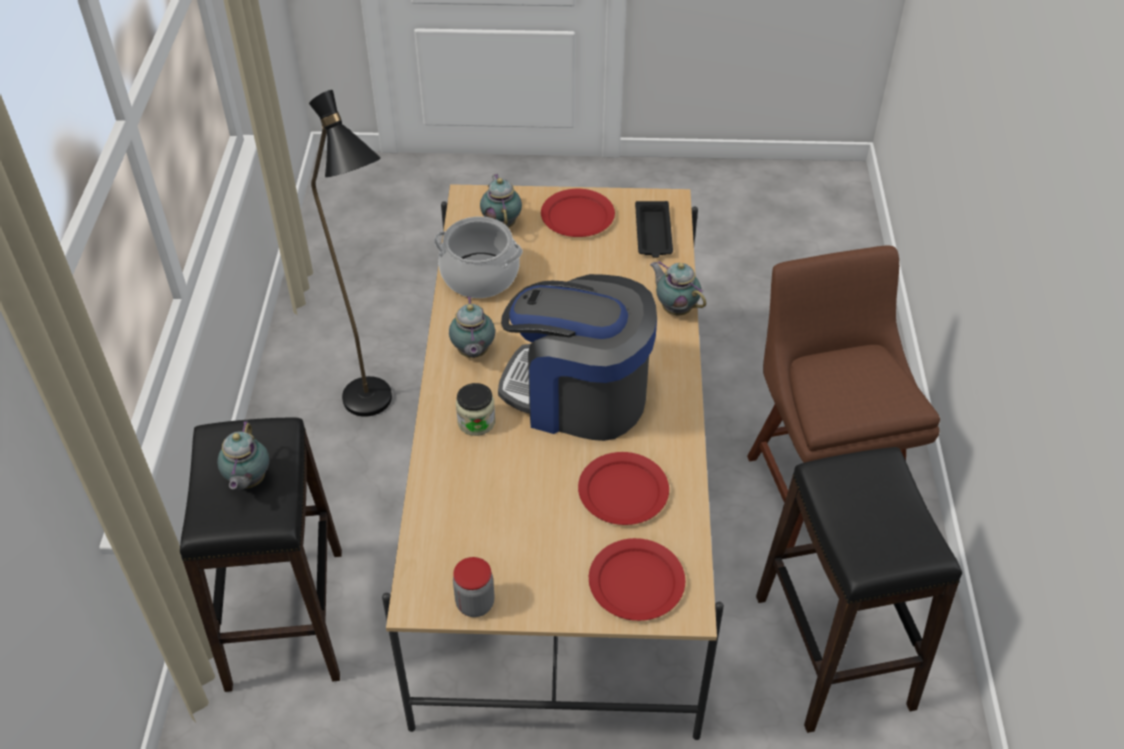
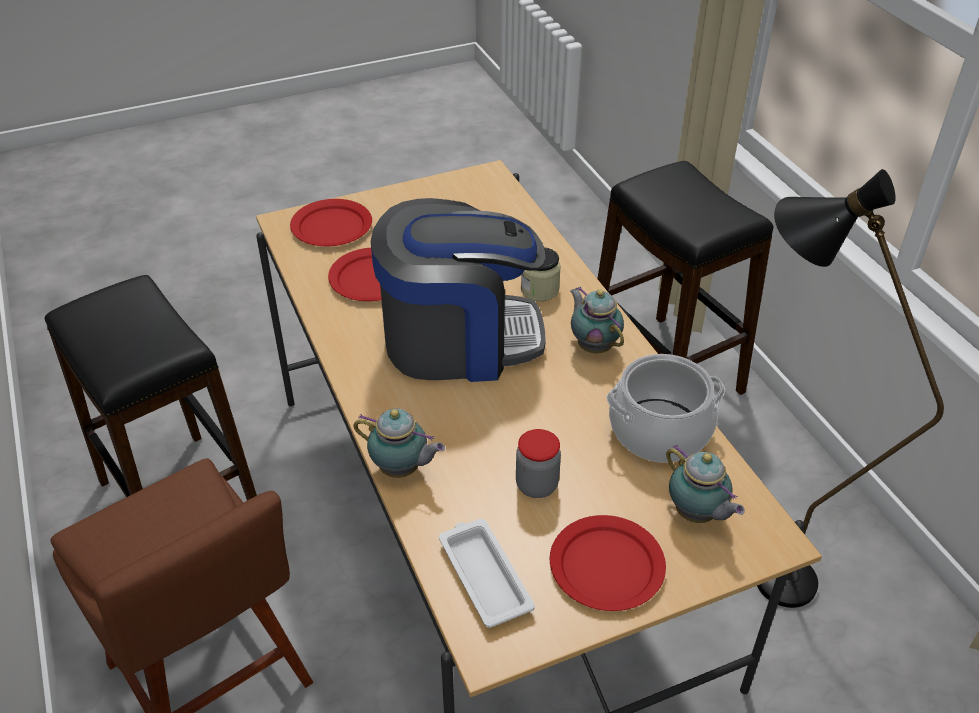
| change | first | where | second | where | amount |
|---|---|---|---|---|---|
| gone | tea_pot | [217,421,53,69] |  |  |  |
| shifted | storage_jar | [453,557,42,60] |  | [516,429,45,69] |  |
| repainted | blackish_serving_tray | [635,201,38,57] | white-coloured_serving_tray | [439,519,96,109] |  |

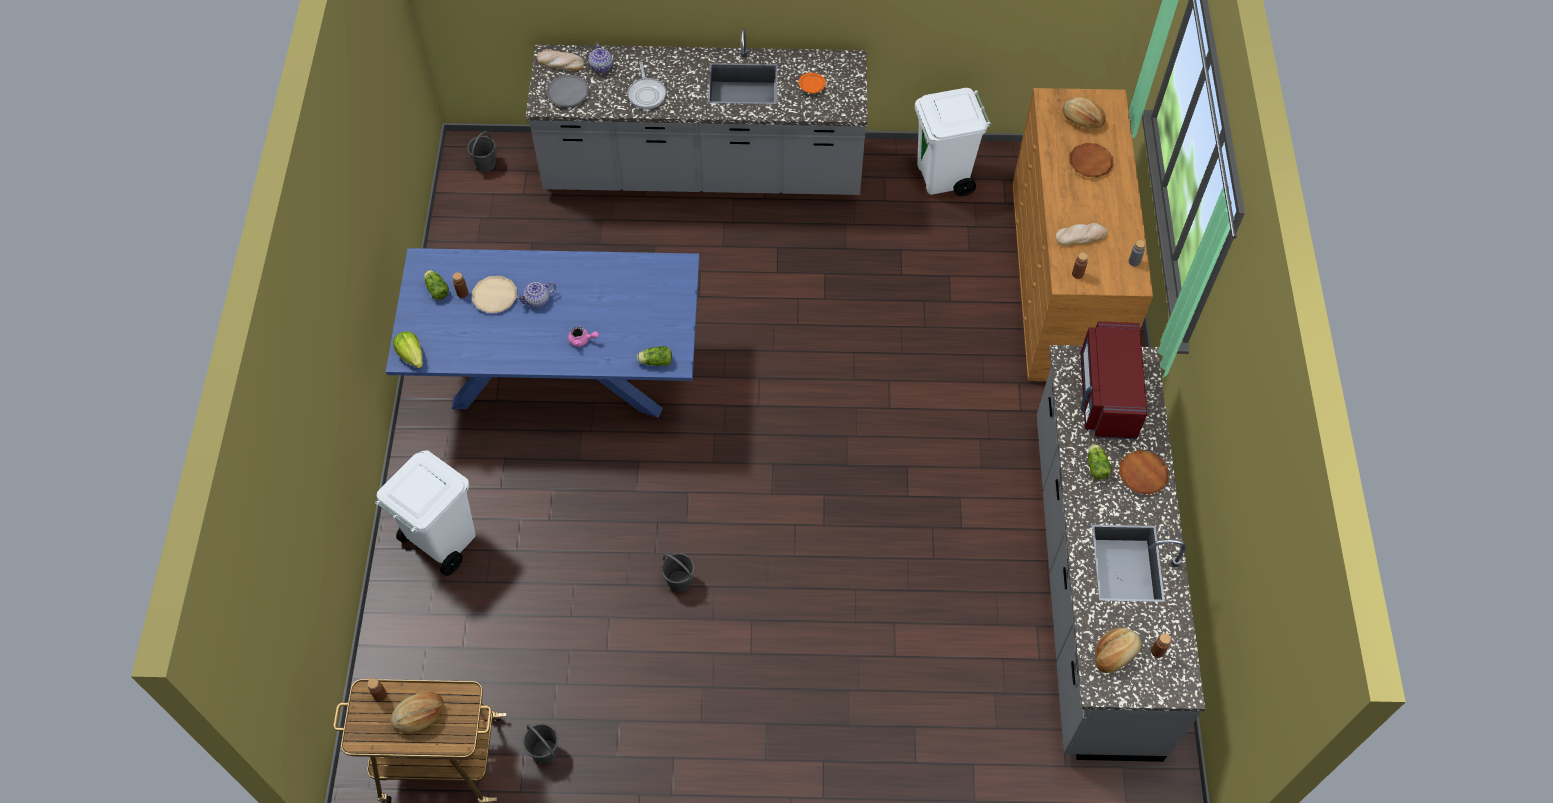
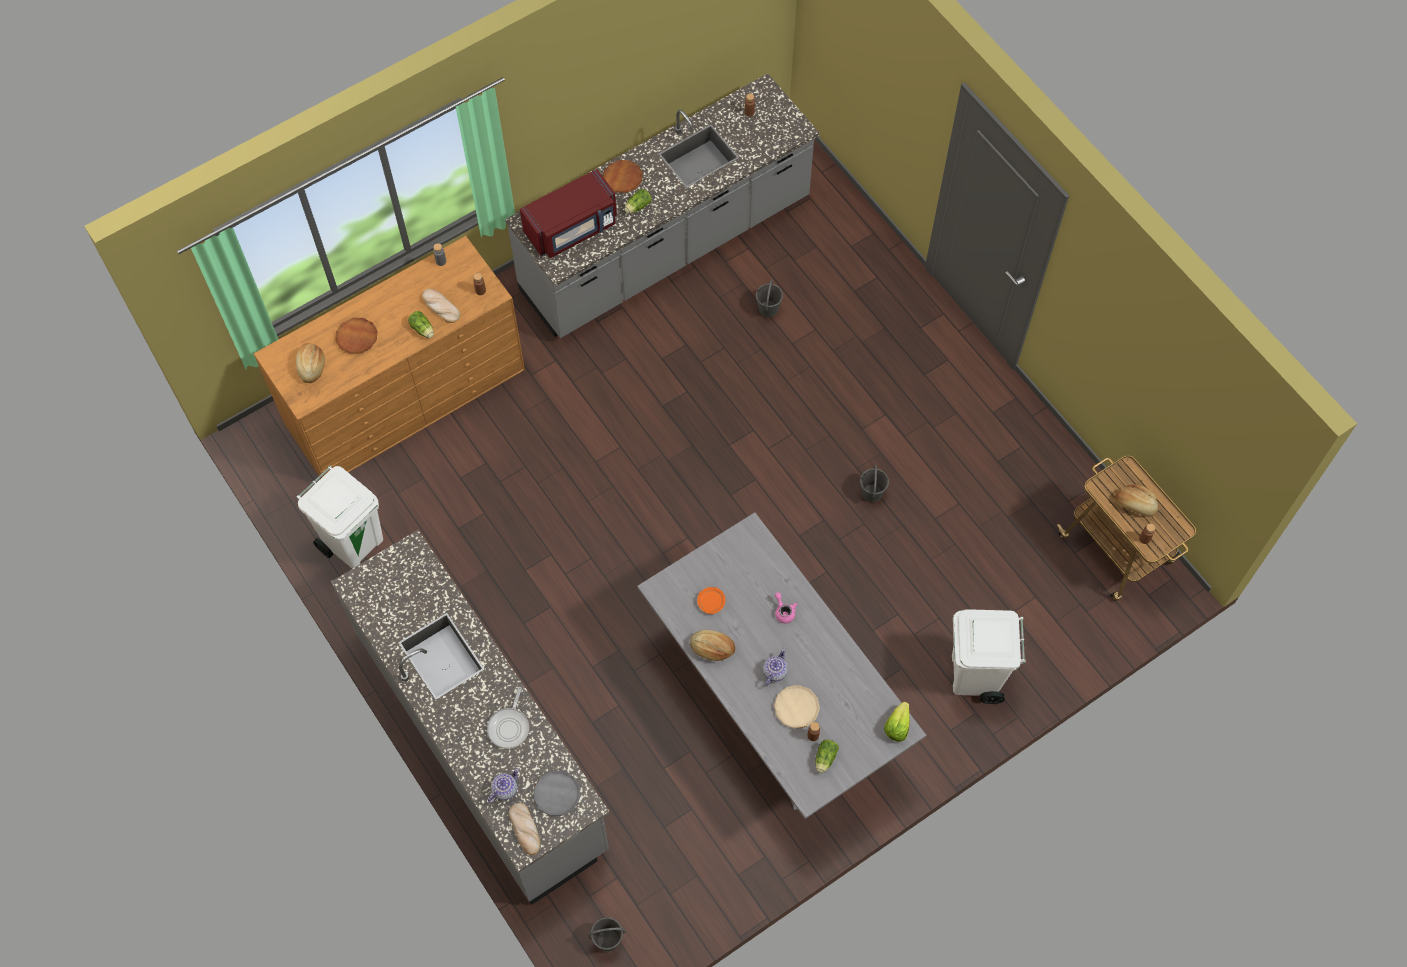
| change | first | where | second | where | amount |
|---|---|---|---|---|---|
| repainted | blue_dining_table | [386,248,313,170] | greyish_dining_table | [637,512,289,307] |  |
| rotated | tea_pot | [515,282,41,26] |  | [763,648,25,39] | 90 degrees counterclockwise |
| shifted | greyish_bucket | [523,724,35,39] |  | [756,279,27,38] |  |
| rotated | frying_pan | [627,62,39,47] |  | [487,687,42,62] | 150 degrees clockwise |
| shifted | lettuce_head | [637,346,35,20] |  | [408,311,26,27] |  |
| shifted | orangey_dinner_plate | [799,73,27,20] |  | [697,587,29,27] |  |
| shifted | bakery_bread | [1095,628,46,45] |  | [690,629,45,32] |  |

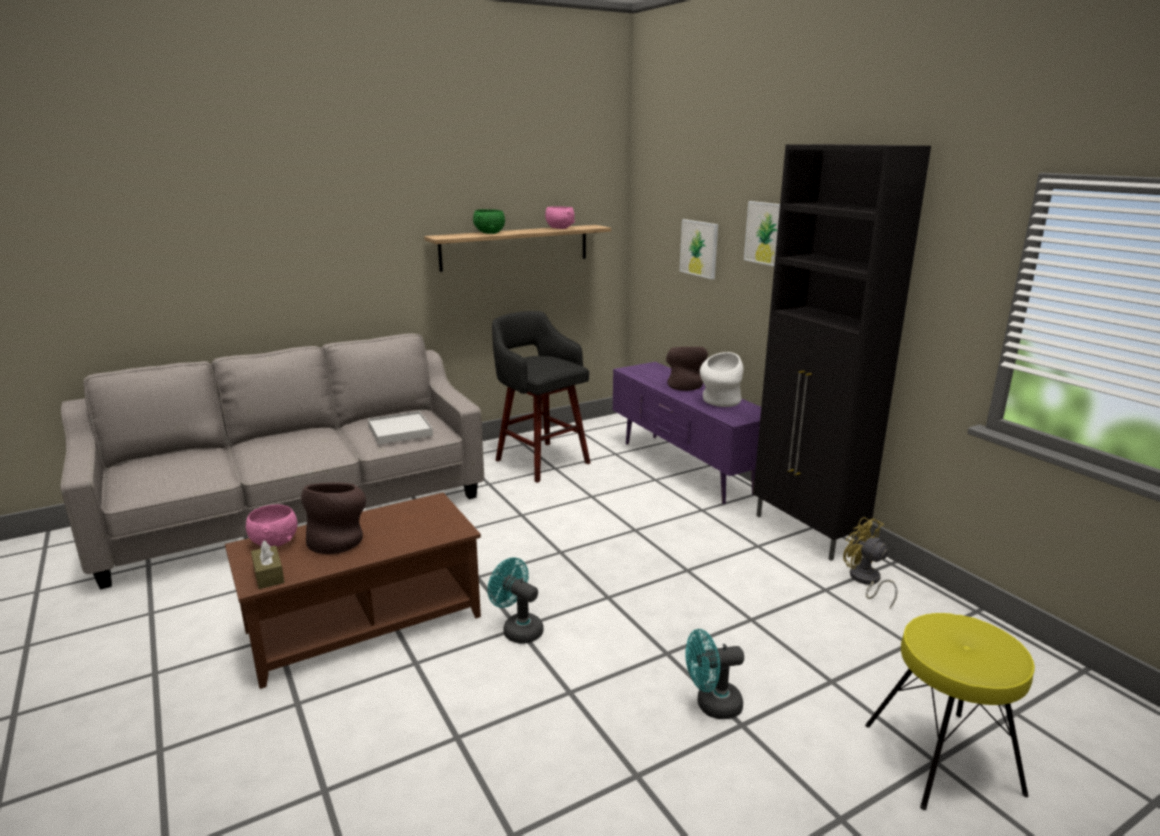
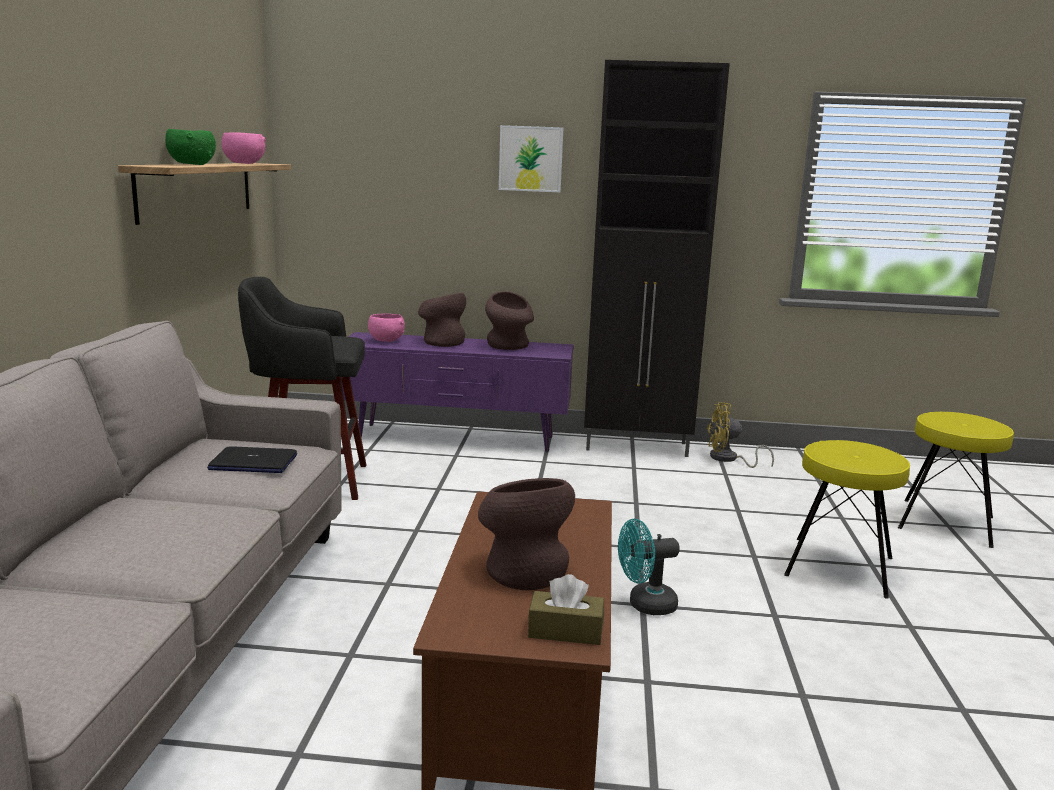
| change | first | where | second | where | amount |
|---|---|---|---|---|---|
| shifted | pink-coloured_deep_dish | [246,505,52,42] |  | [368,313,37,29] |  |
| swapped | white-coloured_serving_tray | [368,411,65,34] | portable_computer | [207,446,90,27] |  |
| gone | wall_art | [680,219,38,60] |  |  |  |
| swapped | turquoise-coloured_fan | [685,629,59,90] | yellow-coloured_stool_seat | [784,440,126,159] |  |
| repainted | white-coloured_vase | [700,352,43,55] | brown-coloured_vase | [485,291,49,59] |  |

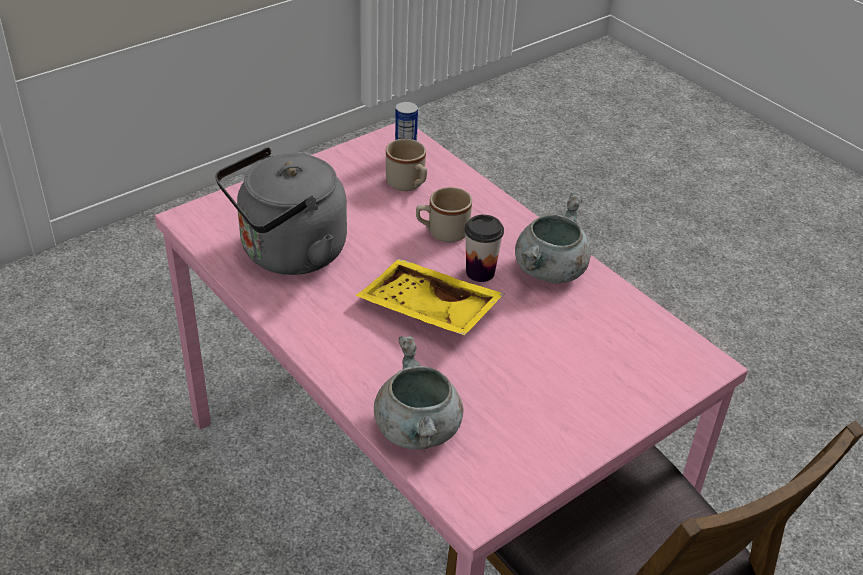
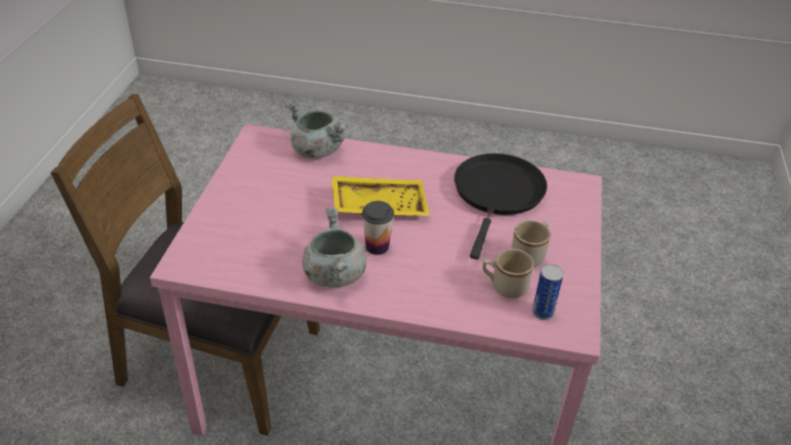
| change | first | where | second | where | amount |
|---|---|---|---|---|---|
| swapped | greyish_water_kettle | [215,147,132,128] | blackish_frying_pan | [454,153,93,107] |  |
| shifted | beige_mug | [416,187,56,55] |  | [511,220,39,47] |  |

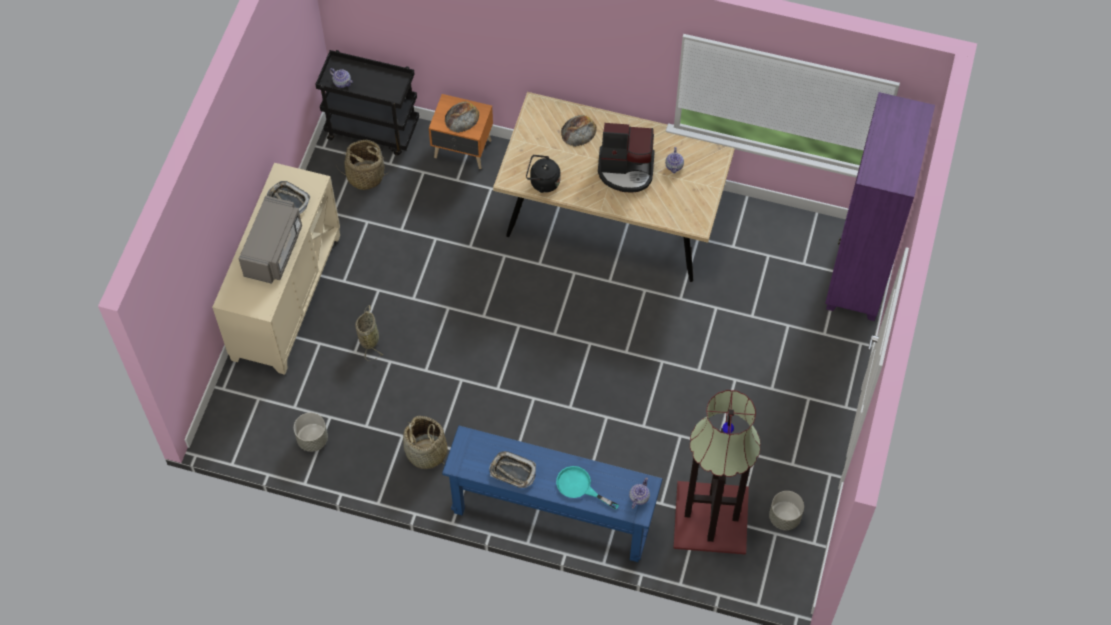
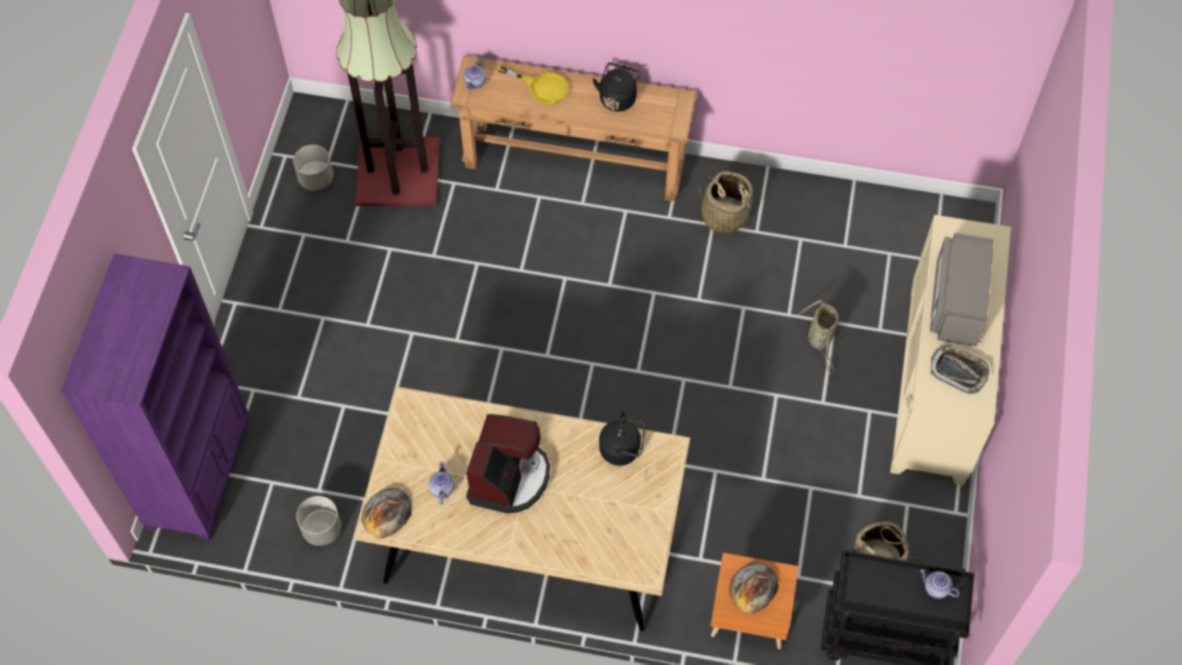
| change | first | where | second | where | amount |
|---|---|---|---|---|---|
| shifted | greyish_plant_pot | [294,413,34,39] |  | [297,496,44,50] |  |
| repainted | blue_narrow_table | [442,426,221,136] | brown-coloured_narrow_table | [450,55,247,146] |  |
| swapped | serving_tray | [489,451,47,37] | blackish_water_kettle | [592,62,49,50] |  |
| repainted | turquoise-coloured_frying_pan | [556,466,63,44] | yellow-coloured_frying_pan | [497,66,71,39] |  |
| shifted | bakery_bread | [561,115,36,32] |  | [361,488,51,51] |  |
| rotated | coffee_brewer | [598,123,57,70] |  | [466,414,84,99] | 105 degrees clockwise |

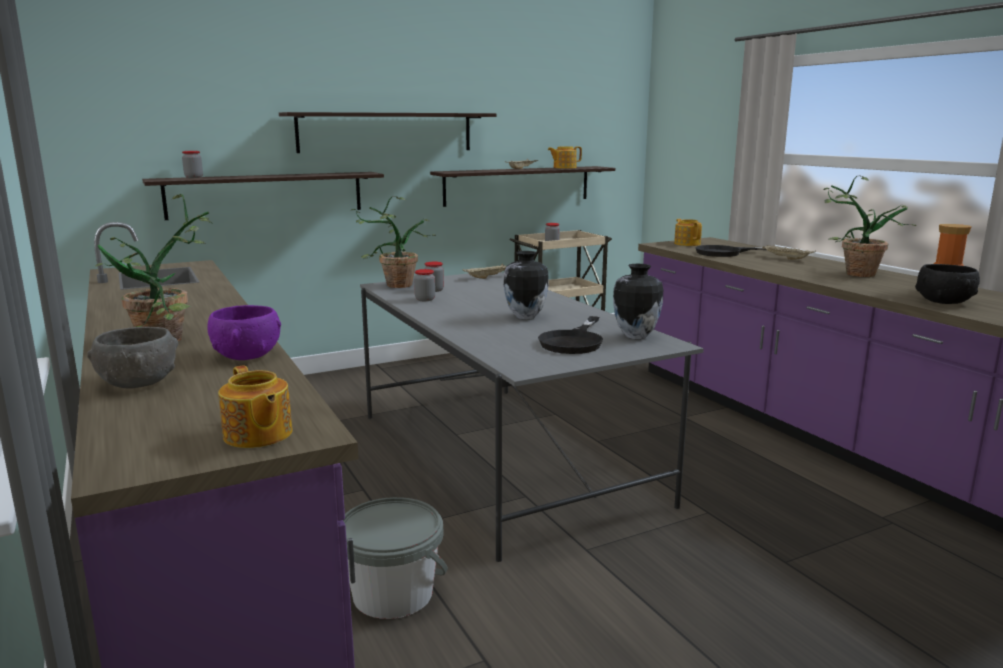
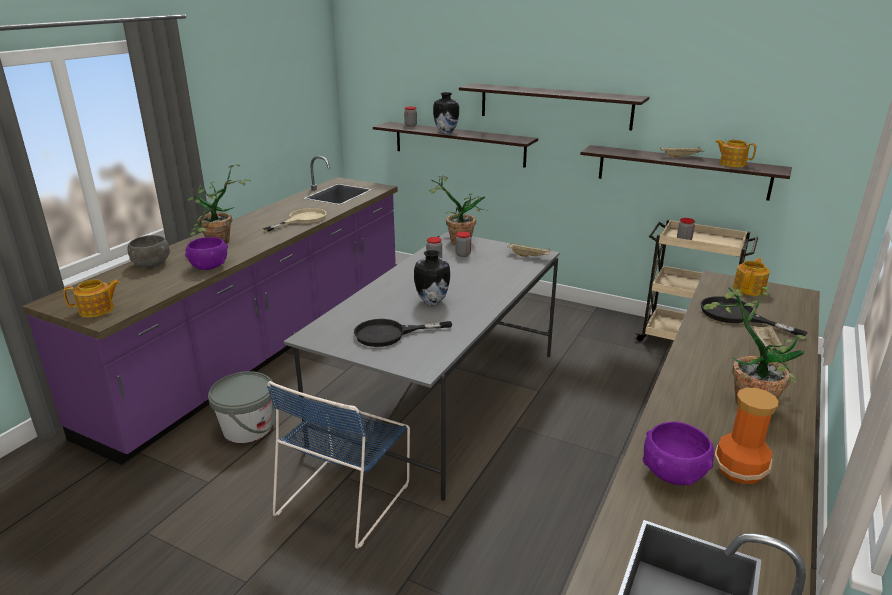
| change | first | where | second | where | amount |
|---|---|---|---|---|---|
| rotated | tea_pot | [218,365,75,83] |  | [63,279,57,38] | 135 degrees counterclockwise |
| shifted | vase | [613,264,50,75] |  | [433,92,26,42] |  |
| repainted | blackish_deep_dish | [915,264,65,40] | purple-coloured_deep_dish | [642,421,72,64] |  |
| new |  |  | beige_frying_pan | [263,208,64,24] |  |
| new |  |  | blue_plain_chair | [267,381,143,168] |  |

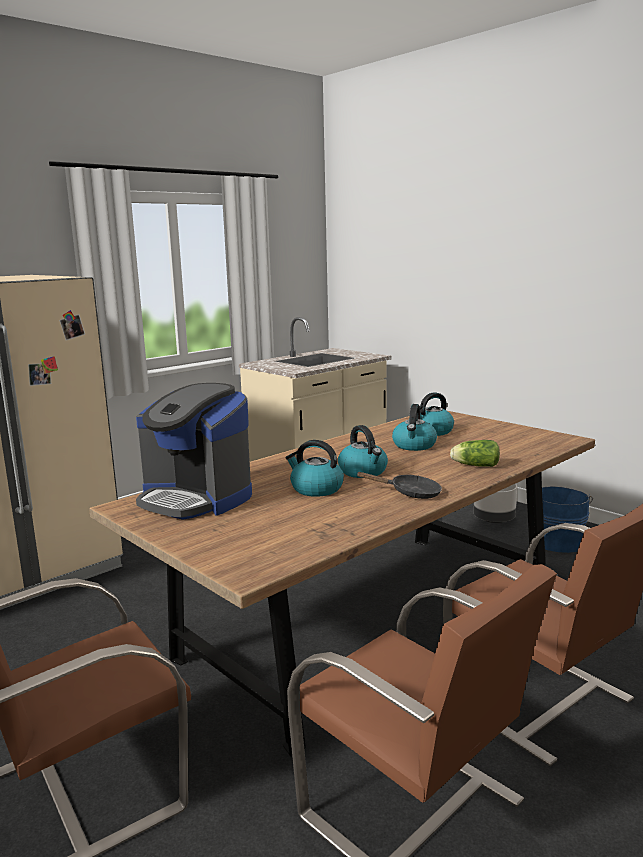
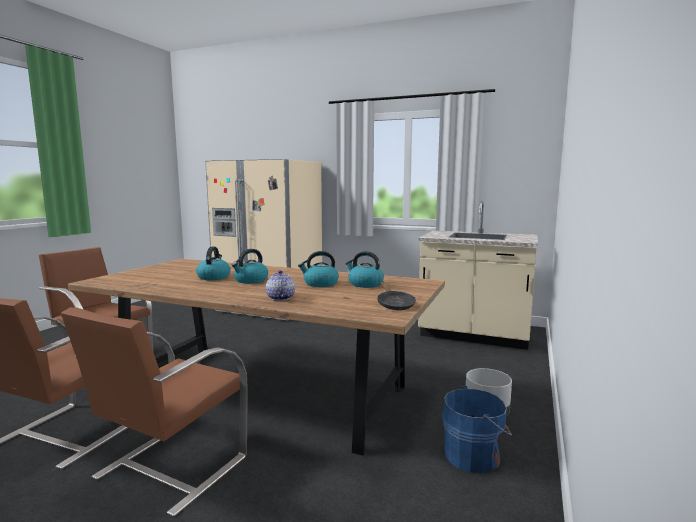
| change | first | where | second | where | amount |
|---|---|---|---|---|---|
| gone | coffee_brewer | [136,383,116,137] |  |  |  |
| shifted | blackish_frying_pan | [356,472,86,27] |  | [377,281,39,29] |  |
| swapped | lettuce_head | [450,440,50,27] | tea_pot | [266,270,29,31] |  |

